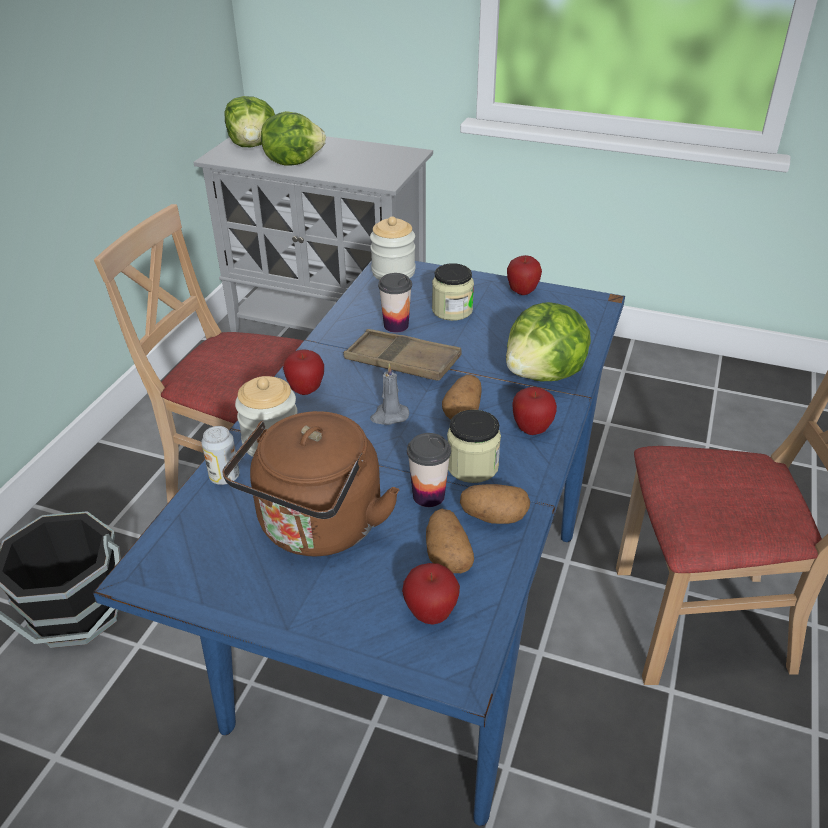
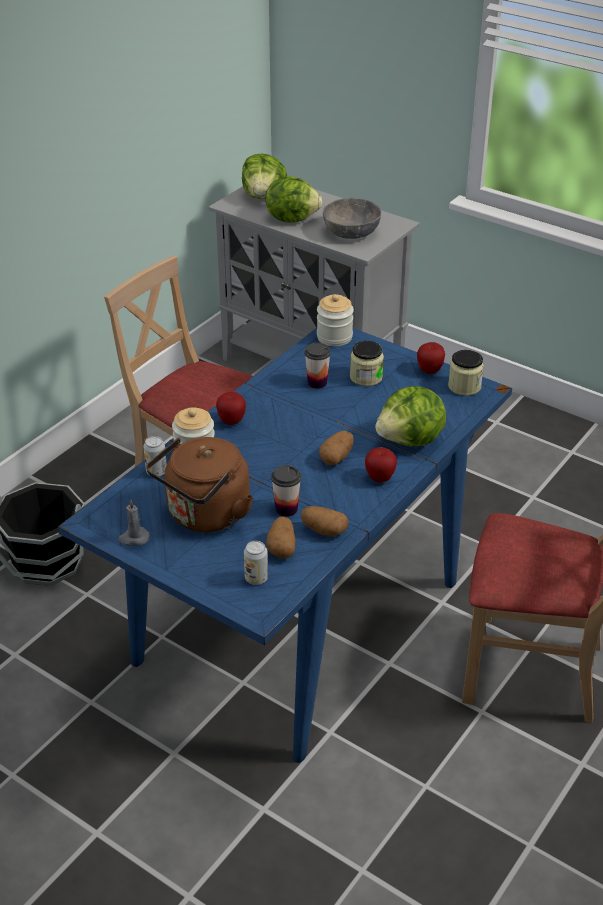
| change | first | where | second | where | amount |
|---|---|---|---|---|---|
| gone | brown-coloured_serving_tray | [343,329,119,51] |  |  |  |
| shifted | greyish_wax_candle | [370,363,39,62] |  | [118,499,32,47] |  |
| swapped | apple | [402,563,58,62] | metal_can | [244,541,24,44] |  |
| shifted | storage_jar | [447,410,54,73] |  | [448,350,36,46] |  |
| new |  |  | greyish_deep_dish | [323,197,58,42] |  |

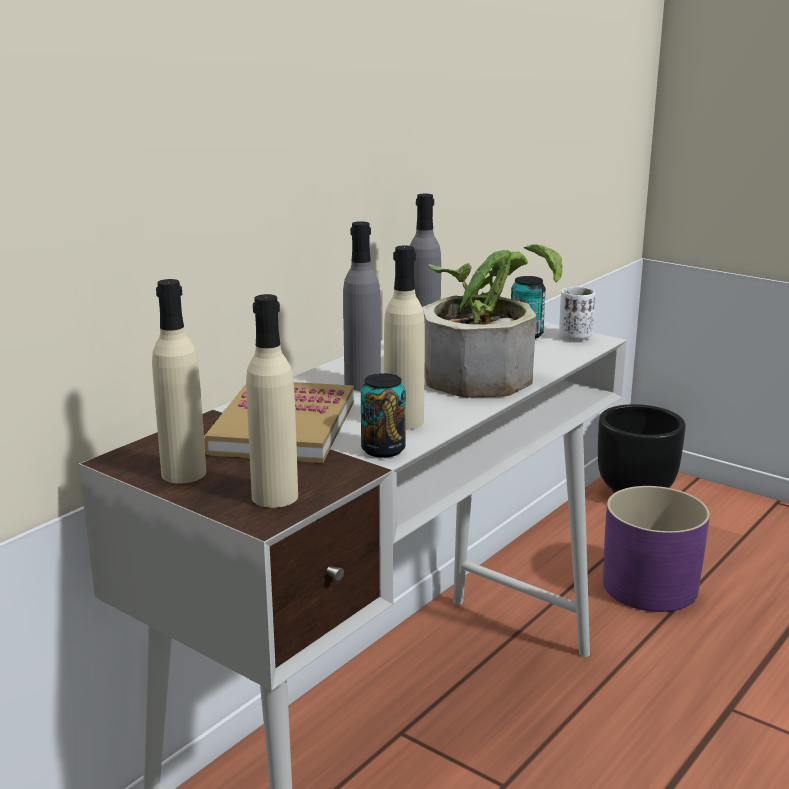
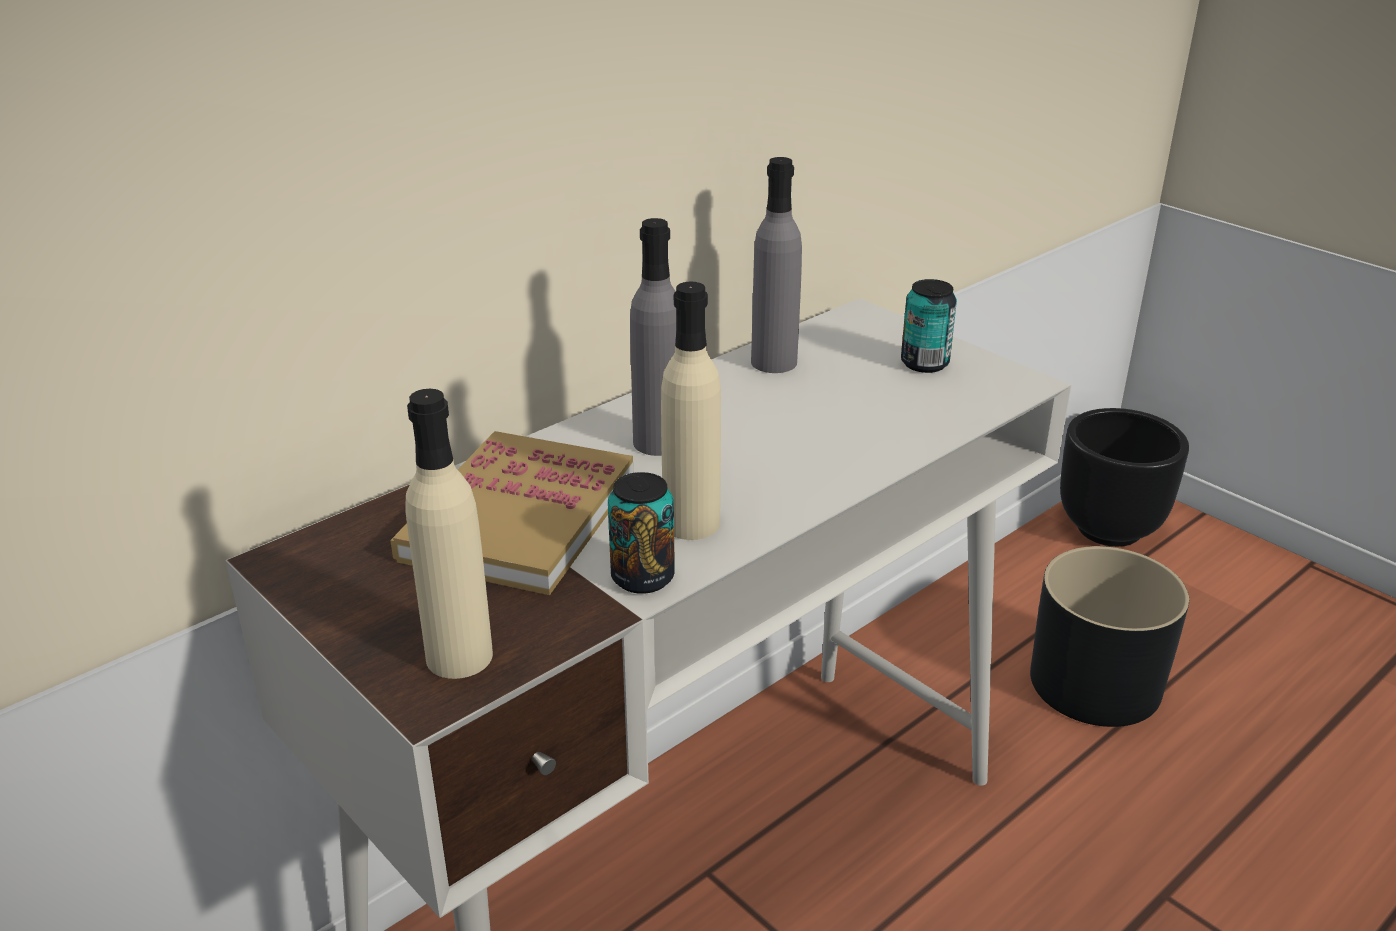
| change | first | where | second | where | amount |
|---|---|---|---|---|---|
| gone | beige_beverage_bottle | [152,279,54,205] |  |  |  |
| gone | plant_in_a_pot | [422,244,141,154] |  |  |  |
| gone | white-coloured_drinking_cup | [559,287,36,54] |  |  |  |
| repainted | purple-coloured_plant_pot | [603,486,107,126] | blackish_plant_pot | [1030,546,159,181] |  |

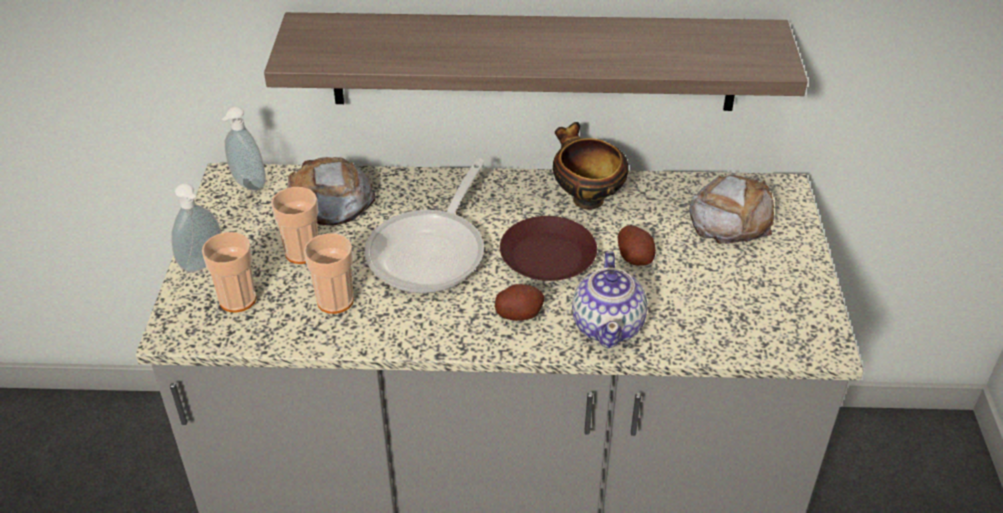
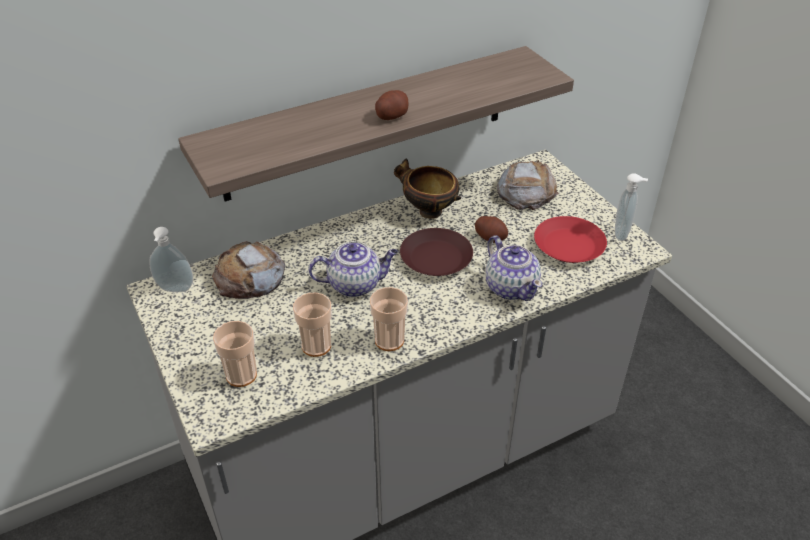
| change | first | where | second | where | amount |
|---|---|---|---|---|---|
| shifted | soap_bottle | [171,183,50,90] |  | [615,173,33,68] |  |
| shifted | drinking_cup | [271,187,48,77] |  | [370,287,38,64] |  |
| swapped | frying_pan | [365,159,120,134] | tea_pot | [308,242,90,55] |  |
| shifted | whole_potato | [495,284,50,37] |  | [375,90,34,30] |  |
| new |  |  | red_dinner_plate | [534,216,73,47] |  |

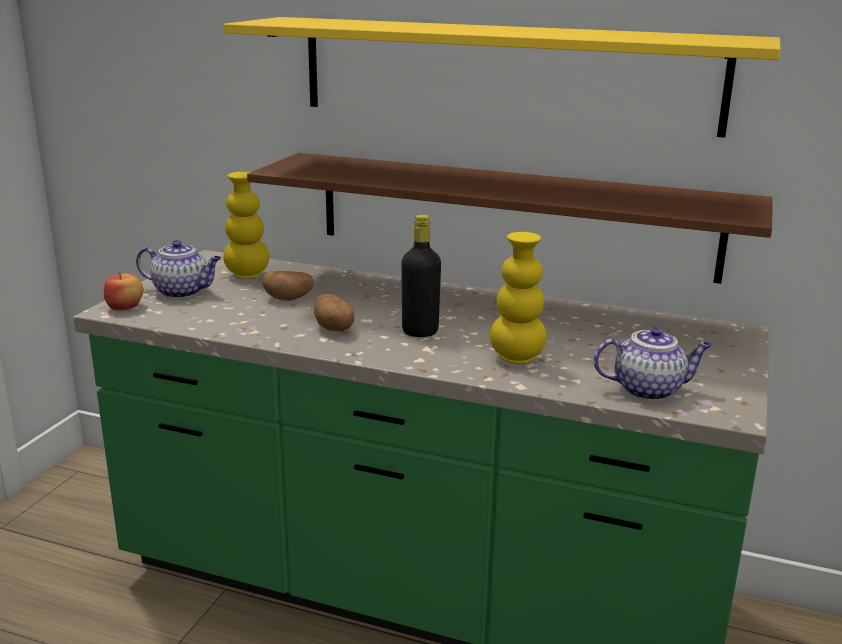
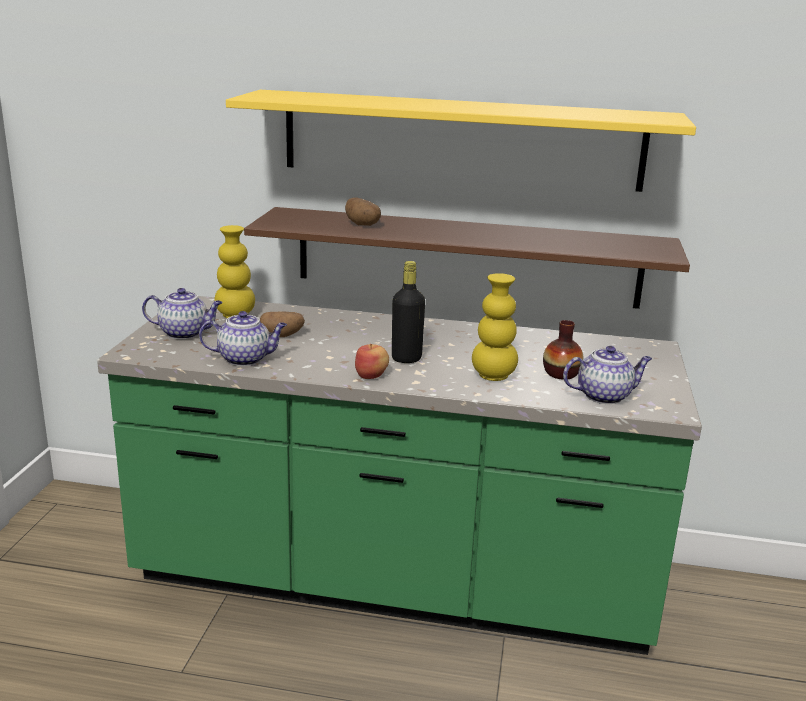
| change | first | where | second | where | amount |
|---|---|---|---|---|---|
| shifted | apple | [104,272,40,39] |  | [355,344,34,35] |  |
| shifted | whole_potato | [314,294,40,38] |  | [345,198,36,28] |  |
| new |  |  | tea_pot | [199,311,88,55] |  |
| new |  |  | vase | [543,320,41,60] |  |

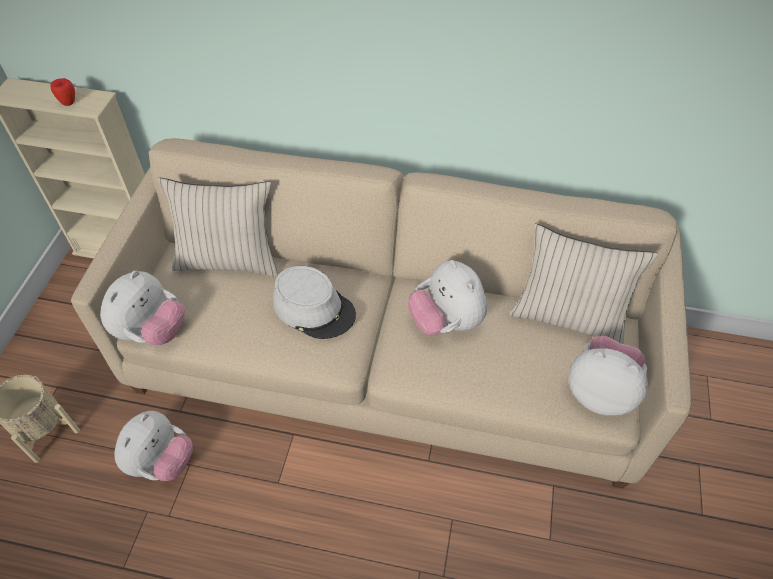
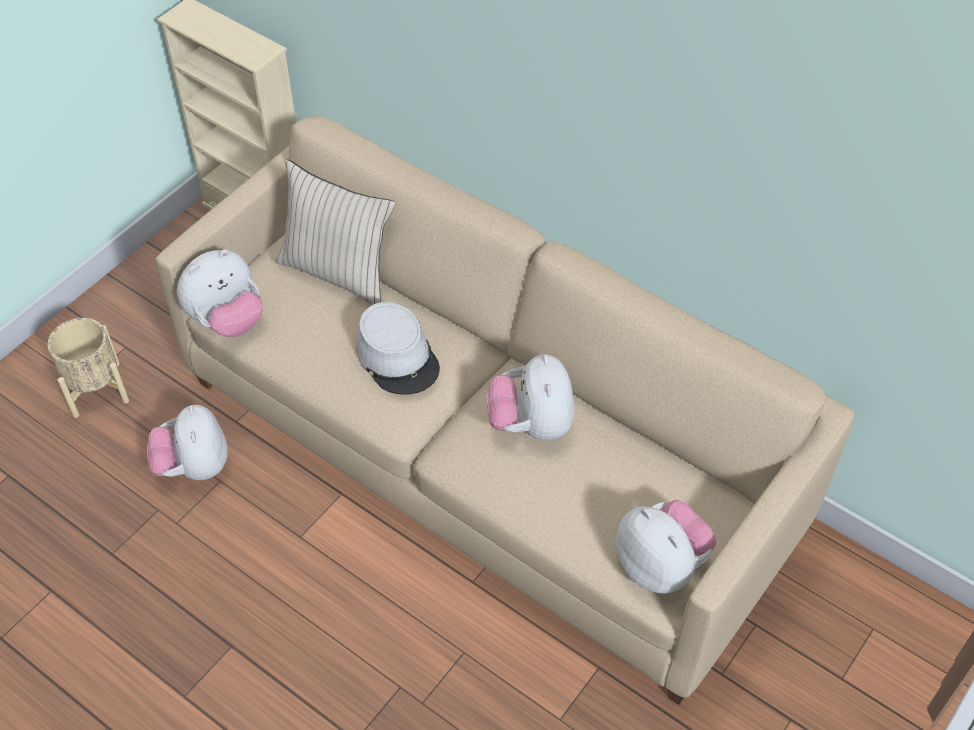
| change | first | where | second | where | amount |
|---|---|---|---|---|---|
| gone | apple | [51,78,24,28] |  |  |  |
| rotated | plush_toy | [114,411,79,70] |  | [147,405,81,75] | 120 degrees clockwise |
| gone | beige_pillow | [509,224,149,120] |  |  |  |

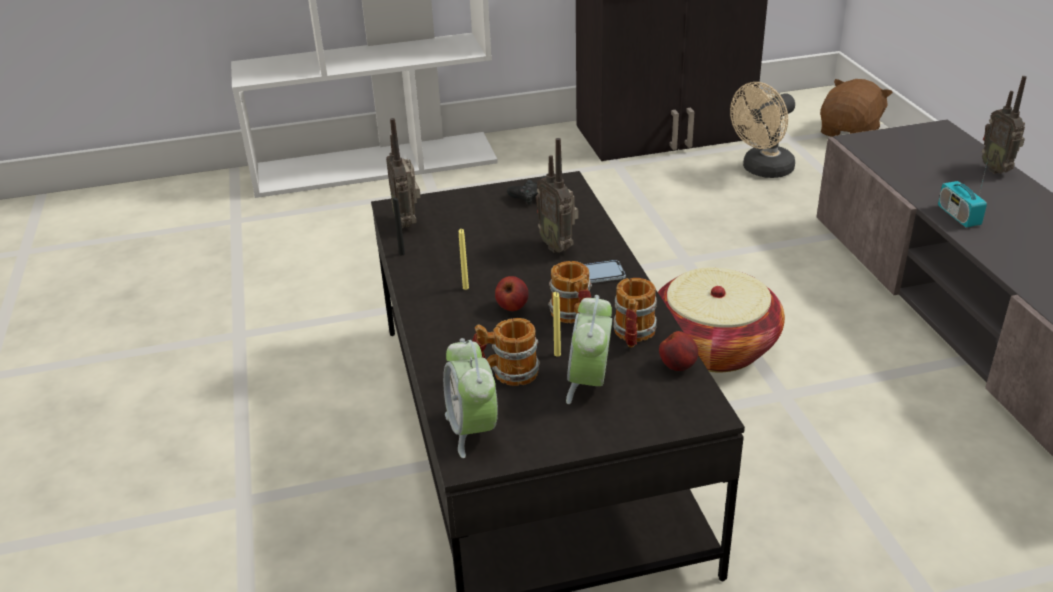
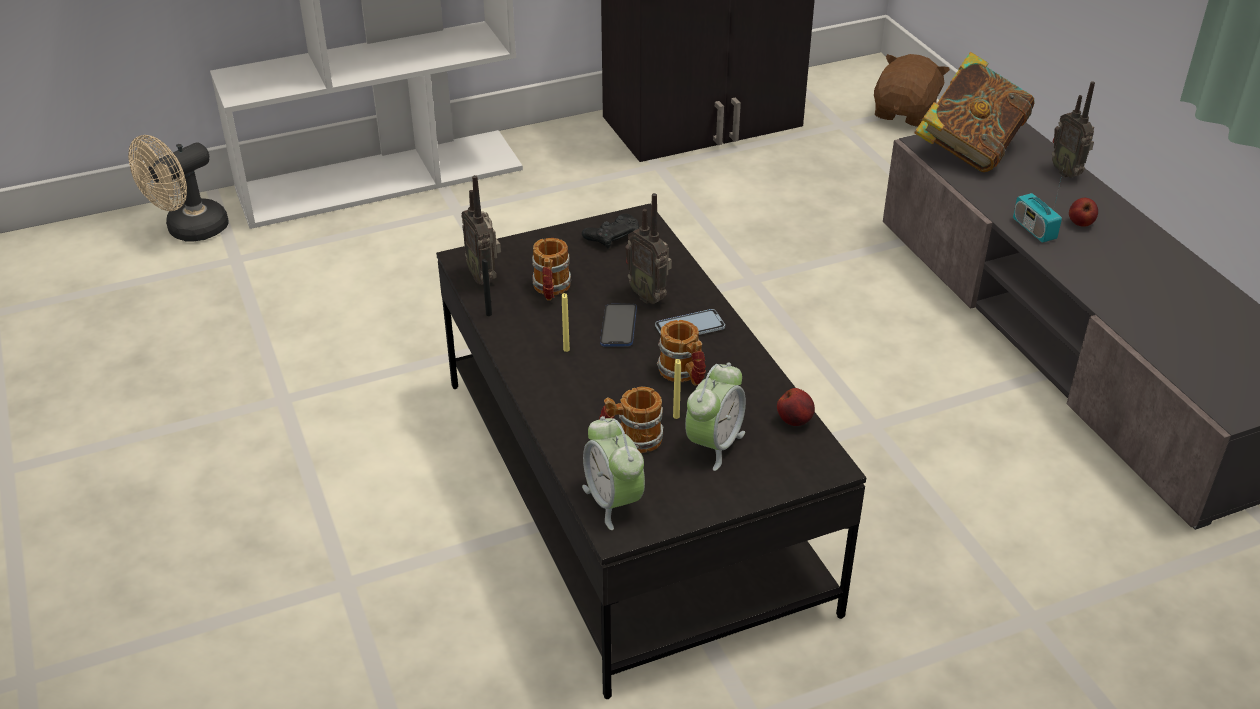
| change | first | where | second | where | amount |
|---|---|---|---|---|---|
| shifted | apple | [495,276,34,35] |  | [1069,198,29,29] |  |
| rotated | alarm_clock | [566,295,46,109] |  | [685,362,61,109] | 150 degrees counterclockwise |
| shifted | mug | [613,278,44,70] |  | [532,238,39,63] |  |
| gone | basket | [658,268,127,104] |  |  |  |
| shifted | beige_fan | [730,82,65,96] |  | [128,135,101,107] |  |
| new |  |  | handset | [600,304,37,43] |  |
| new |  |  | bound_book | [914,52,121,120] |  |

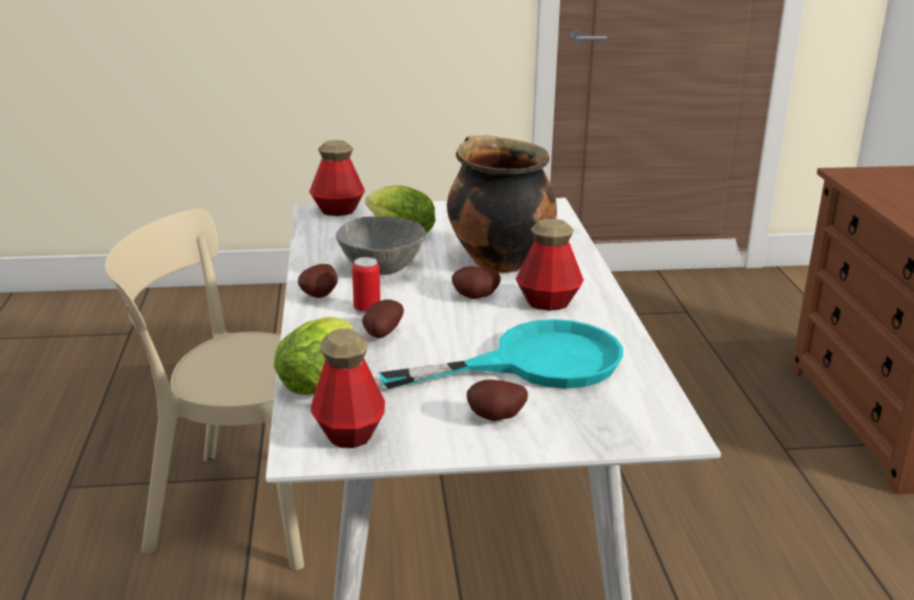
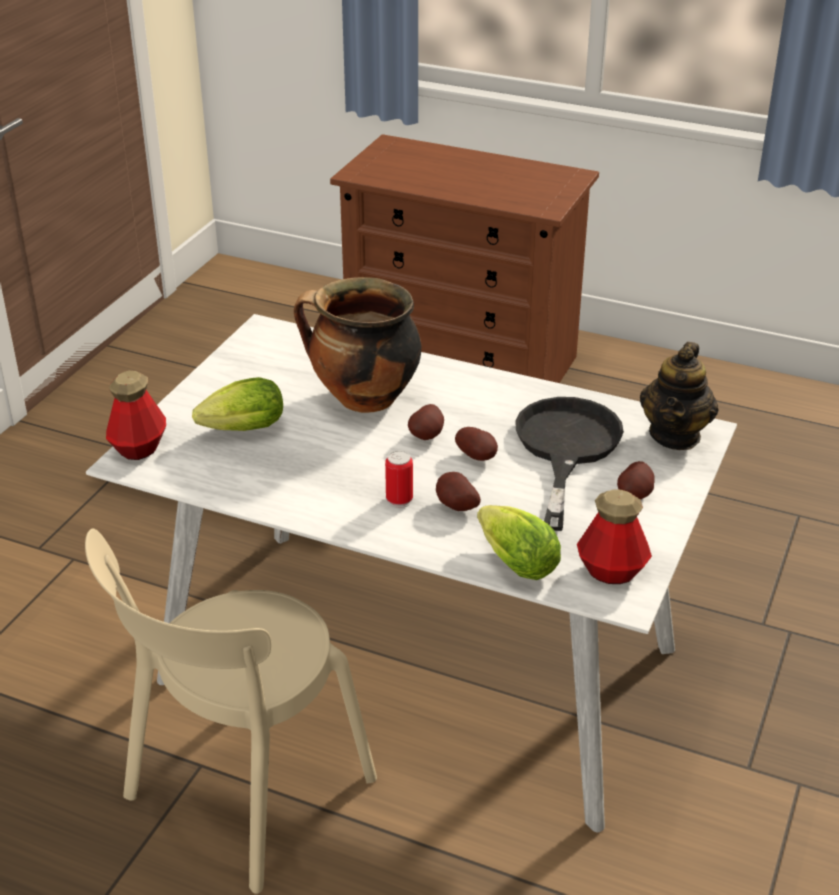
| change | first | where | second | where | amount |
|---|---|---|---|---|---|
| shifted | whole_potato | [298,264,40,34] |  | [455,427,43,34] |  |
| gone | greyish_deep_dish | [336,216,90,59] |  |  |  |
| repainted | turquoise-coloured_frying_pan | [379,319,244,70] | blackish_frying_pan | [515,397,109,134] |  |
| gone | beverage_bottle | [516,219,68,92] |  |  |  |
| new |  |  | tea_pot | [640,342,79,108] |  |

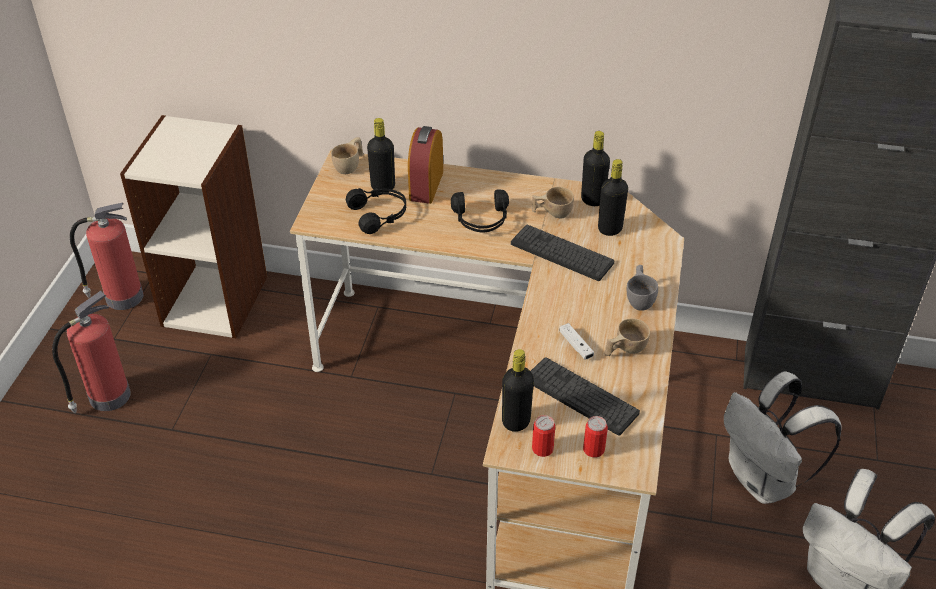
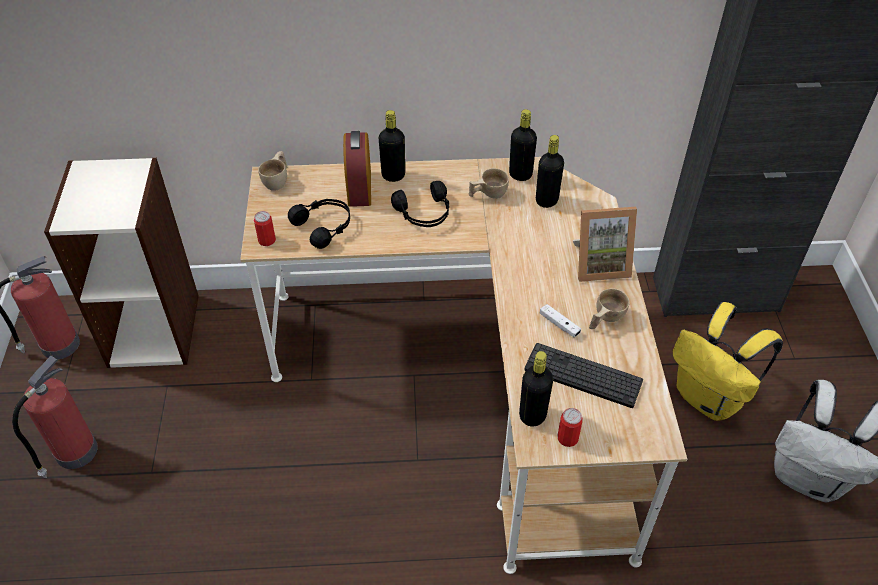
| change | first | where | second | where | amount |
|---|---|---|---|---|---|
| shifted | blackish_beverage_bottle | [367,118,28,74] |  | [379,110,26,72] |  |
| gone | keyboard | [511,225,103,56] |  |  |  |
| shifted | metal_can | [583,416,25,42] |  | [254,211,22,35] |  |
| swapped | greyish_drinking_cup | [627,265,31,46] | standing_frame | [573,207,64,75] |  |
| repainted | white-coloured_backpack | [724,371,118,133] | yellow-coloured_backpack | [673,302,110,119] |  |

